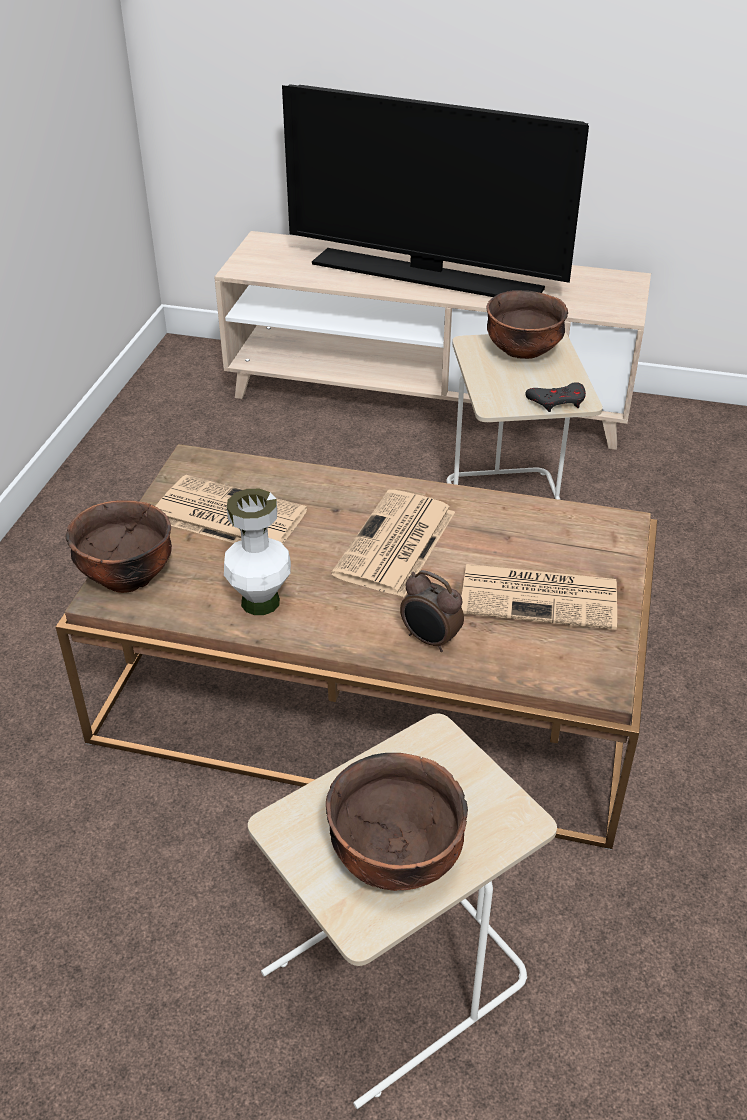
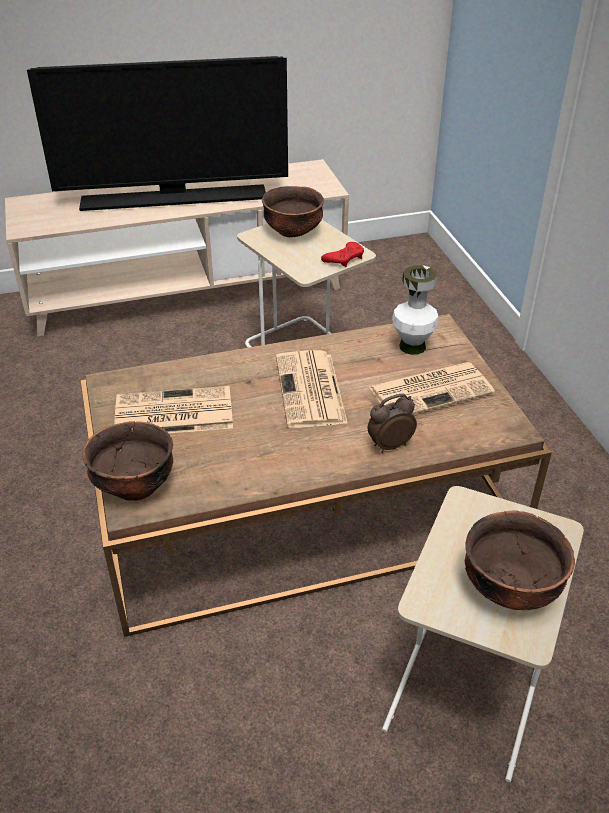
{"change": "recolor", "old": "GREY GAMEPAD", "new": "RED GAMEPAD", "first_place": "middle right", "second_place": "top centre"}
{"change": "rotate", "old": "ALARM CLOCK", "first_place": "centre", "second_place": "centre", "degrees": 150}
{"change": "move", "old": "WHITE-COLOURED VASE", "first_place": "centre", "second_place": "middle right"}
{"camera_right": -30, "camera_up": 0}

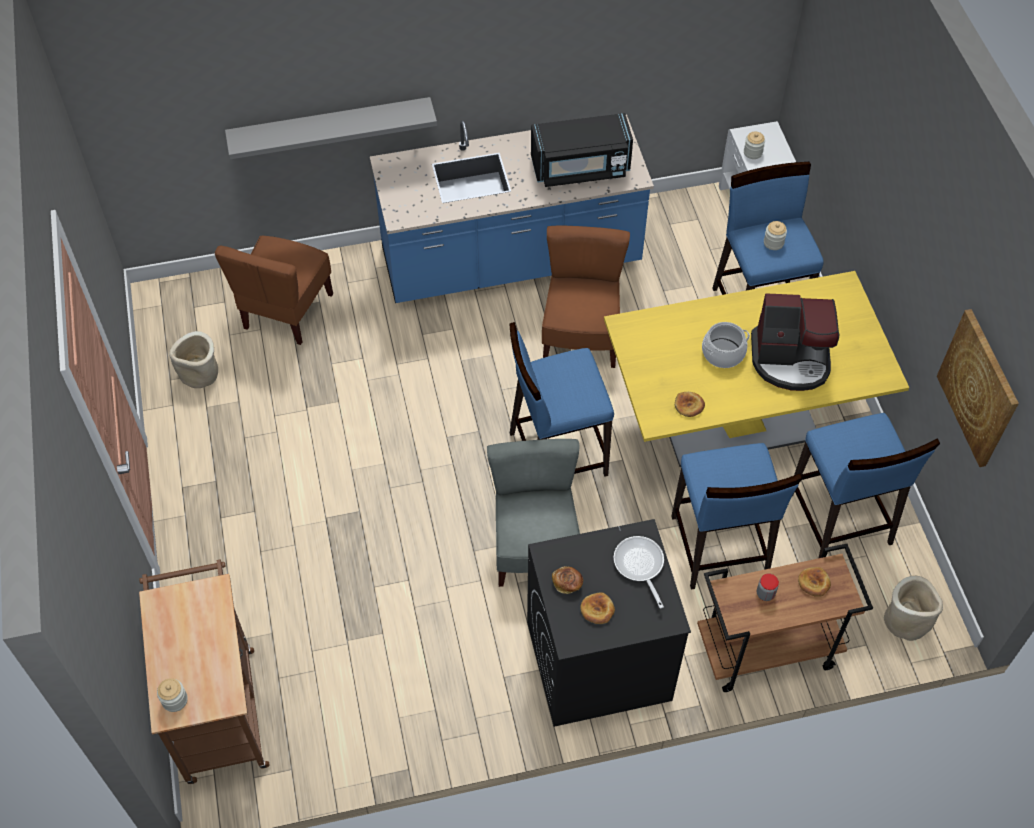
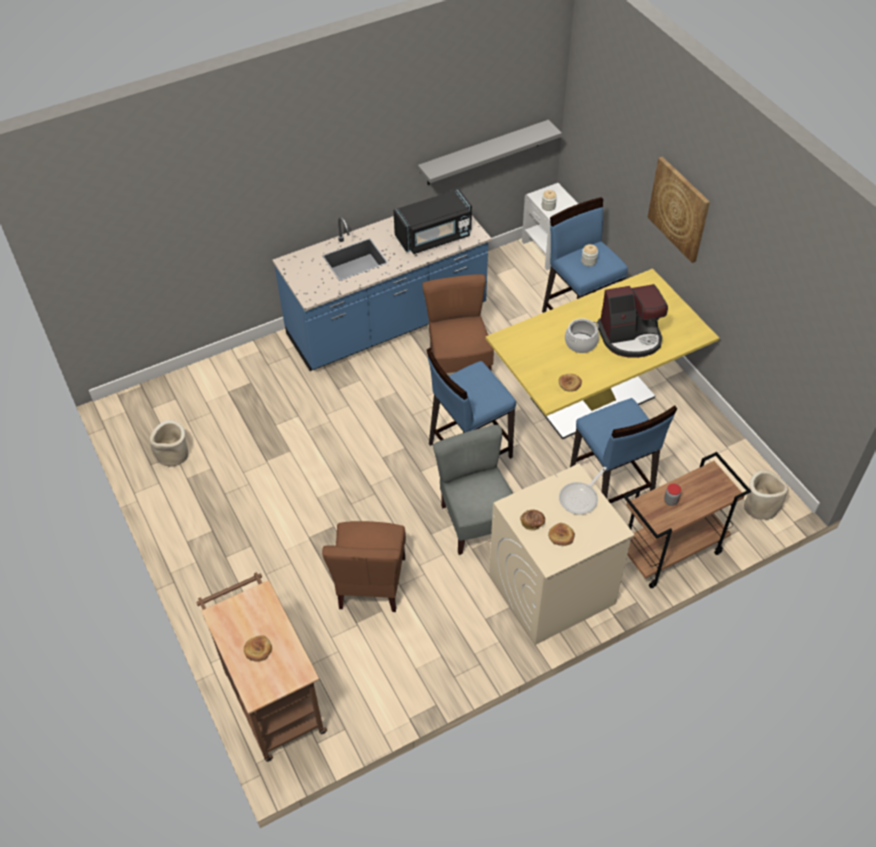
{"change": "move", "old": "BAKERY BREAD (4th from left in the first image)", "new": "BAKERY BREAD (1st from left)", "first_place": "bottom right", "second_place": "bottom left"}
{"change": "move", "old": "BROWNISH PLAIN CHAIR (1st from left)", "first_place": "middle left", "second_place": "bottom centre"}
{"change": "move", "old": "GREY BRACKET SHELF", "first_place": "top left", "second_place": "top centre"}
{"change": "recolor", "old": "BLACK LAUNDRY MACHINE", "new": "SAND-COLOURED LAUNDRY MACHINE", "first_place": "bottom centre", "second_place": "centre"}
{"change": "rotate", "old": "FRYING PAN", "first_place": "bottom centre", "second_place": "centre", "degrees": -105}
{"change": "move", "old": "PICTURE", "first_place": "middle right", "second_place": "top right"}
{"change": "delete", "old": "JAR (1st from left)", "first_place": "bottom left"}
{"change": "delete", "old": "BLUE-COLOURED SITTING STOOL (4th from left)", "first_place": "middle right"}
{"camera_right": -15, "camera_up": -5}

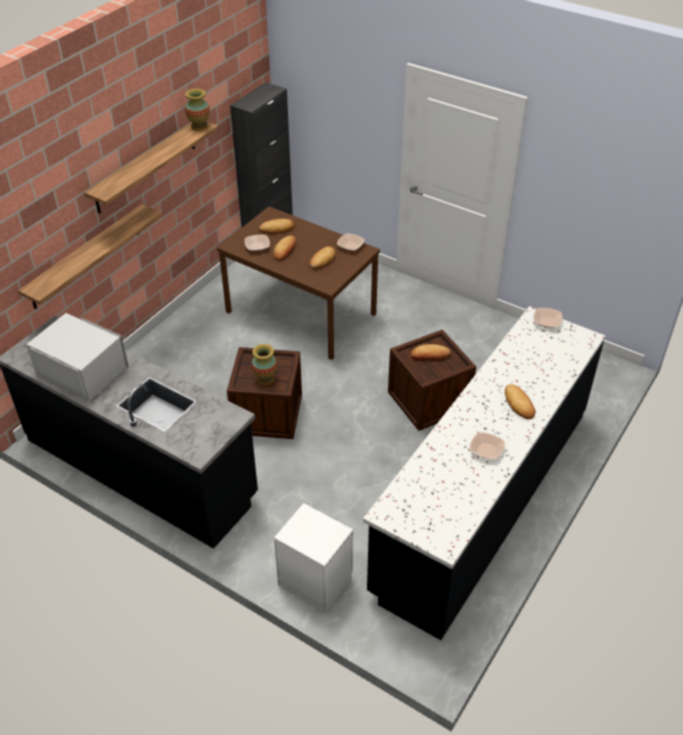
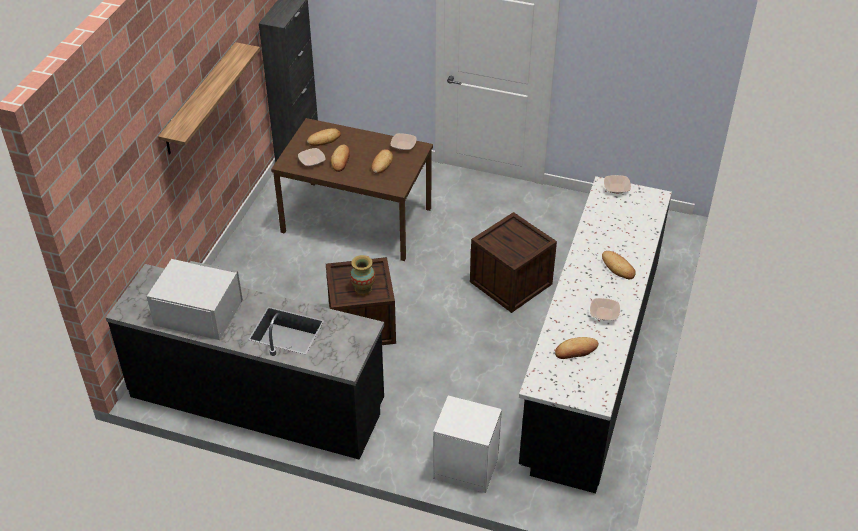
{"change": "move", "old": "BAKERY BREAD (4th from left)", "first_place": "centre", "second_place": "middle right"}
{"change": "delete", "old": "BRACKET SHELF (1st from left)", "first_place": "middle left"}
{"change": "delete", "old": "VASE (1st from left)", "first_place": "top left"}
{"camera_right": -15, "camera_up": 0}

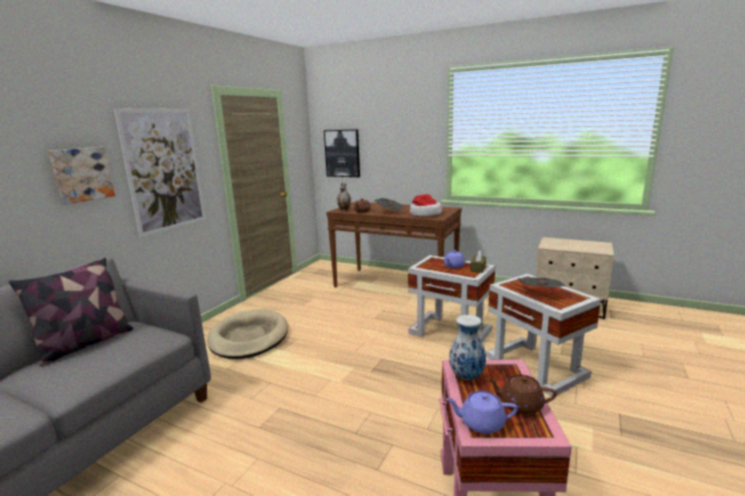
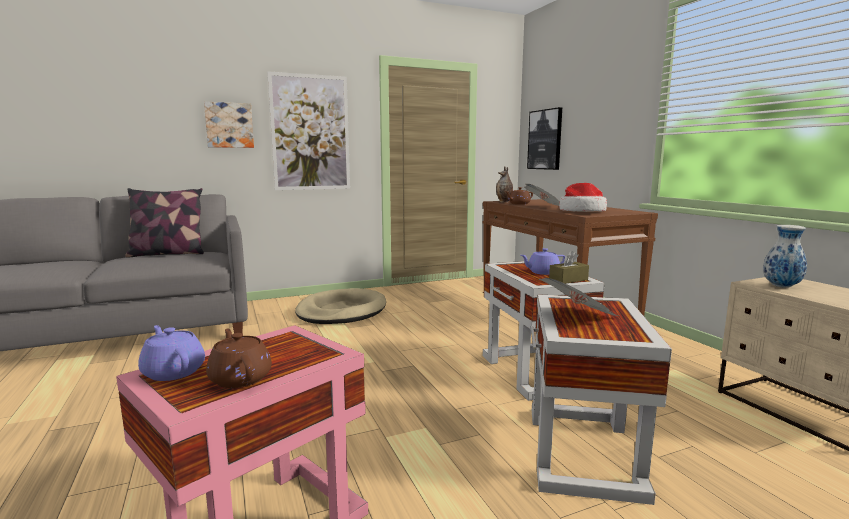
{"change": "move", "old": "VASE (2nd from left)", "first_place": "bottom centre", "second_place": "middle right"}
{"camera_right": 40, "camera_up": -5}

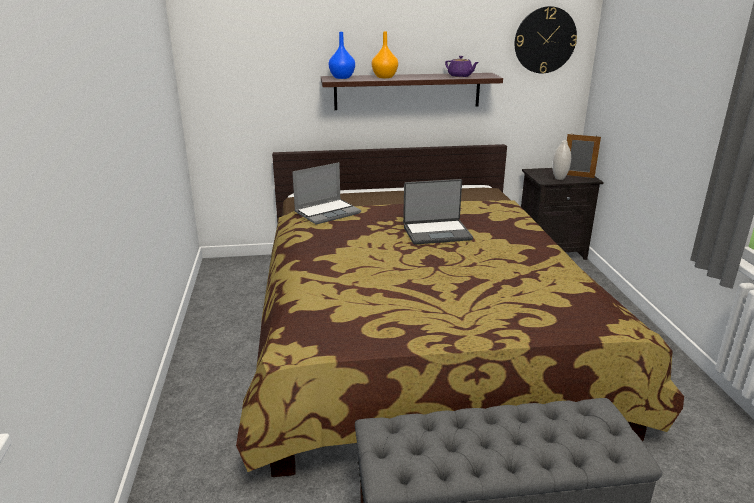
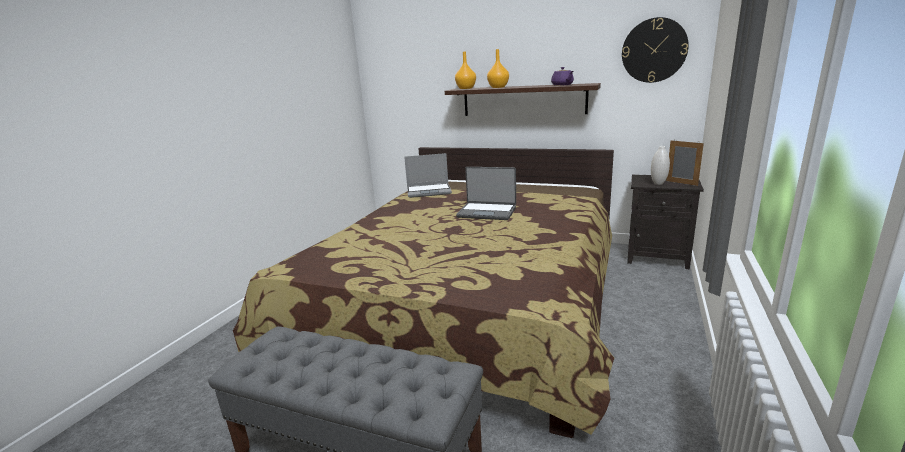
{"change": "recolor", "old": "BLUE-COLOURED VASE", "new": "ORANGE VASE (1st from left)", "first_place": "top centre", "second_place": "top centre"}
{"camera_right": 30, "camera_up": -5}

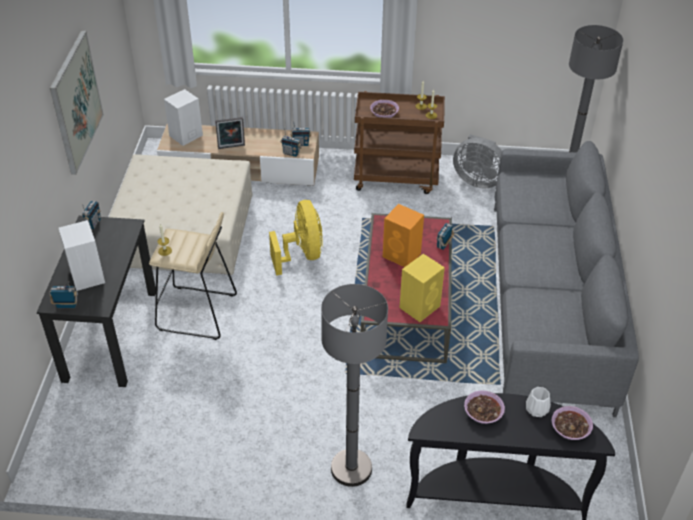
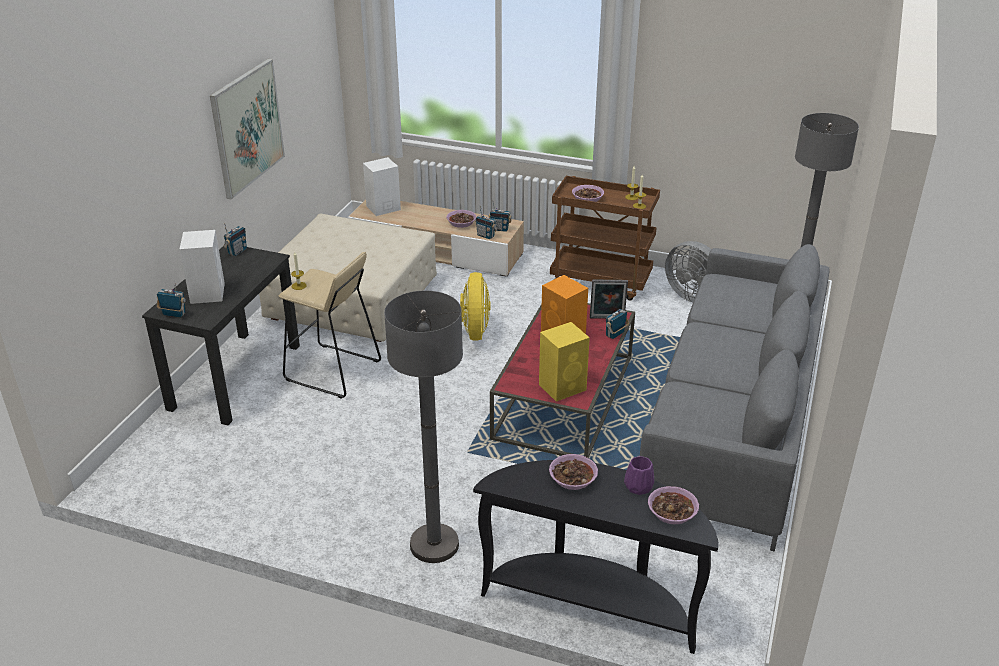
{"change": "insert", "new": "DEEP DISH (1st from left)", "second_place": "top centre"}
{"change": "move", "old": "STANDING FRAME", "first_place": "top left", "second_place": "centre"}
{"change": "recolor", "old": "WHITE-COLOURED VASE", "new": "PURPLE-COLOURED VASE", "first_place": "bottom right", "second_place": "bottom centre"}
{"camera_right": 15, "camera_up": -10}

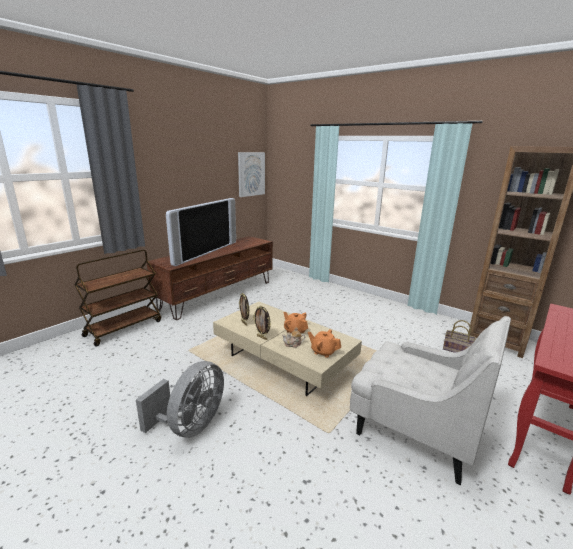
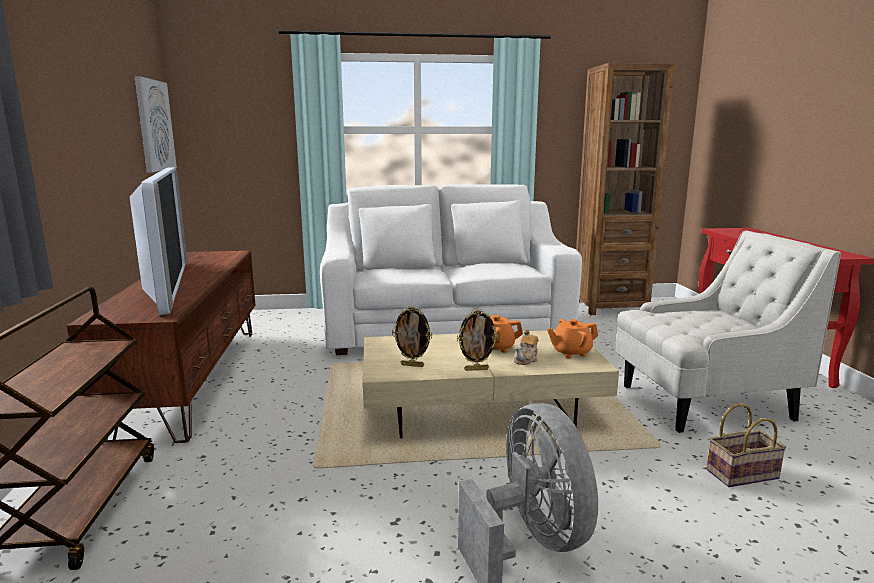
{"change": "insert", "new": "WHITE-COLOURED COUCH", "second_place": "centre"}
{"change": "move", "old": "STORAGE BASKET", "first_place": "middle right", "second_place": "bottom right"}
{"camera_right": -45, "camera_up": -5}

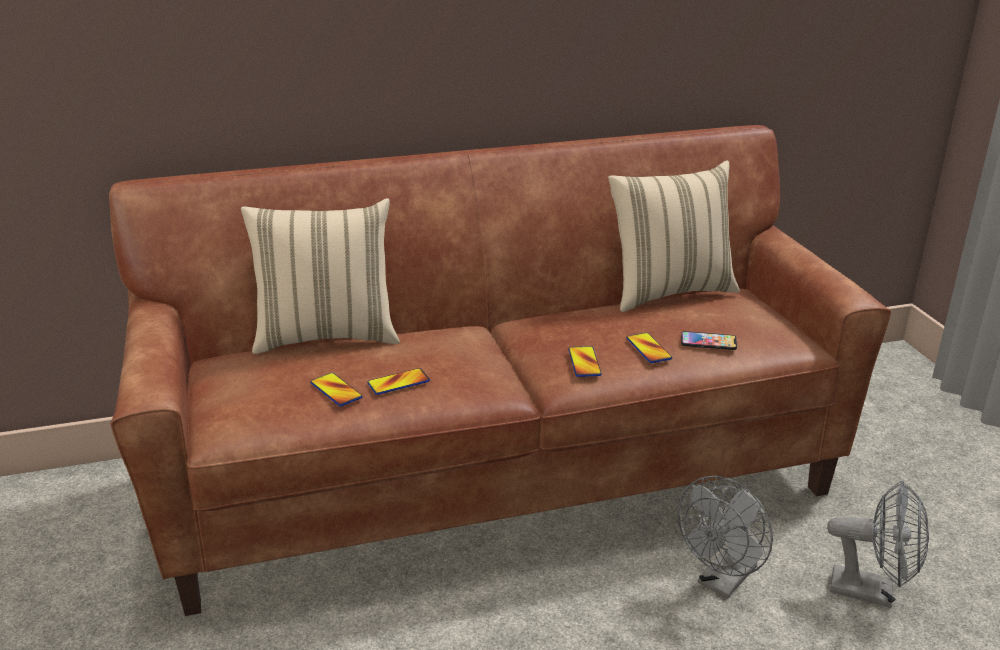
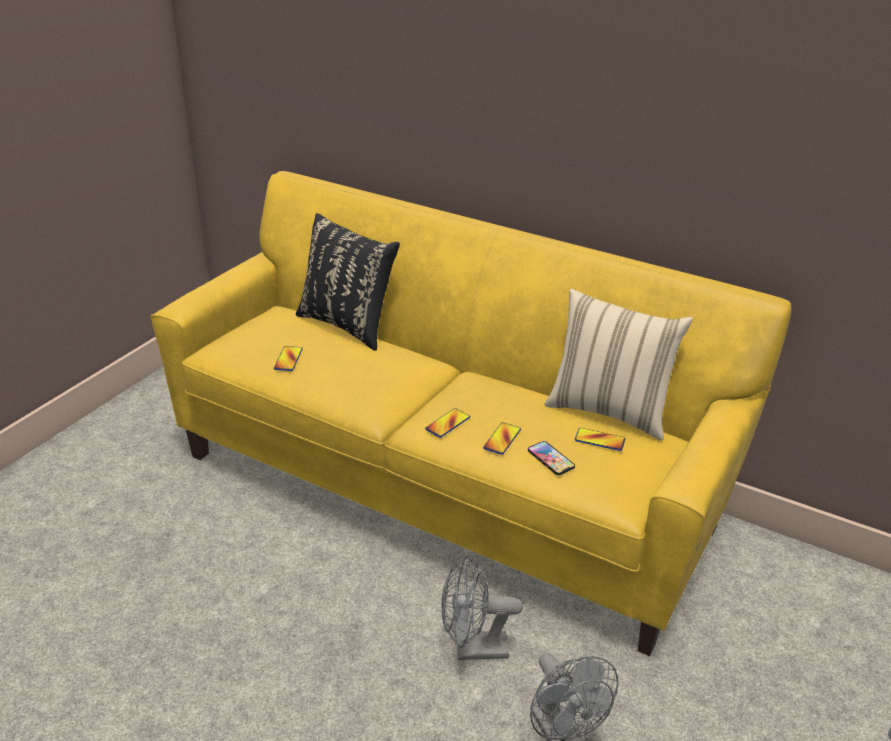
{"change": "recolor", "old": "BROWNISH COUCH", "new": "YELLOWISH COUCH", "first_place": "centre", "second_place": "centre"}
{"change": "recolor", "old": "SAND-COLOURED CUSHION (1st from left)", "new": "BLACK CUSHION", "first_place": "middle left", "second_place": "centre"}
{"change": "move", "old": "HANDSET (2nd from left in the first image)", "new": "HANDSET (5th from left)", "first_place": "centre", "second_place": "middle right"}
{"camera_right": 45, "camera_up": 5}

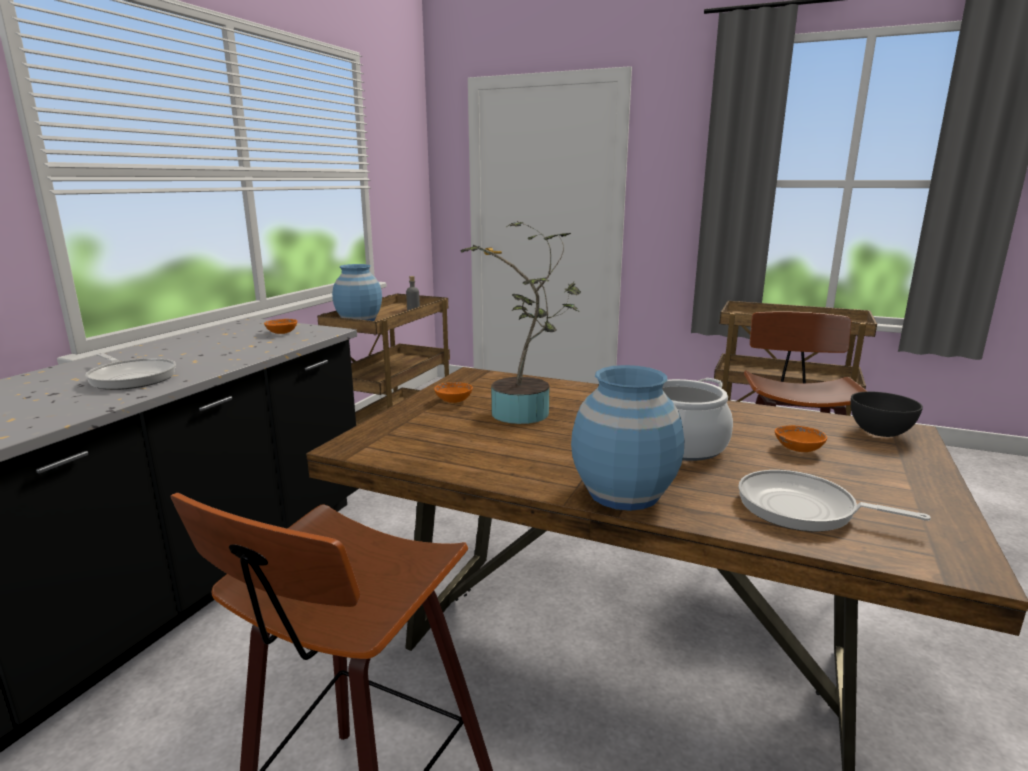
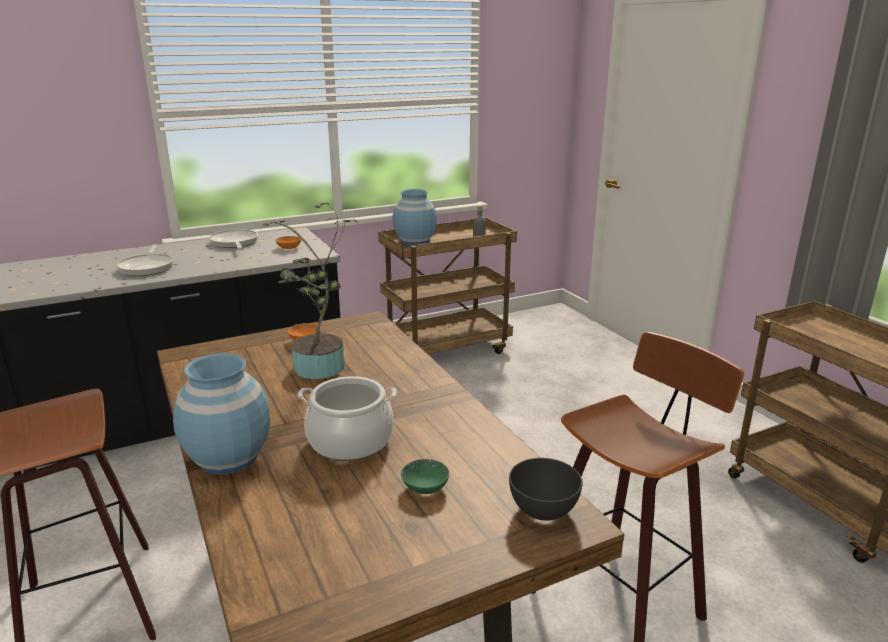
{"change": "move", "old": "FRYING PAN (2nd from left)", "first_place": "middle right", "second_place": "middle left"}
{"change": "recolor", "old": "ORANGE DEEP DISH (3rd from left)", "new": "GREENISH DEEP DISH", "first_place": "middle right", "second_place": "bottom centre"}
{"camera_right": 40, "camera_up": 5}

